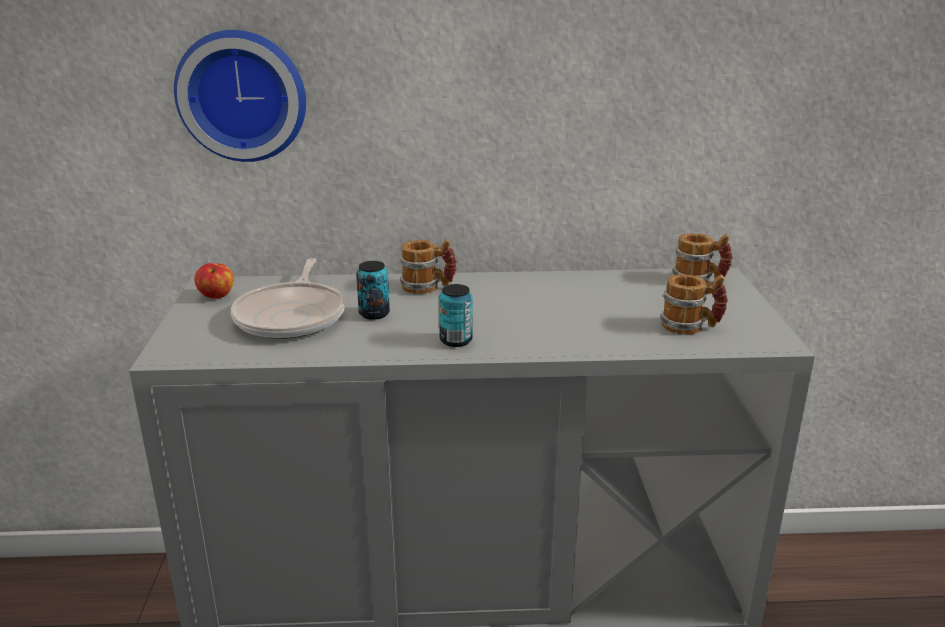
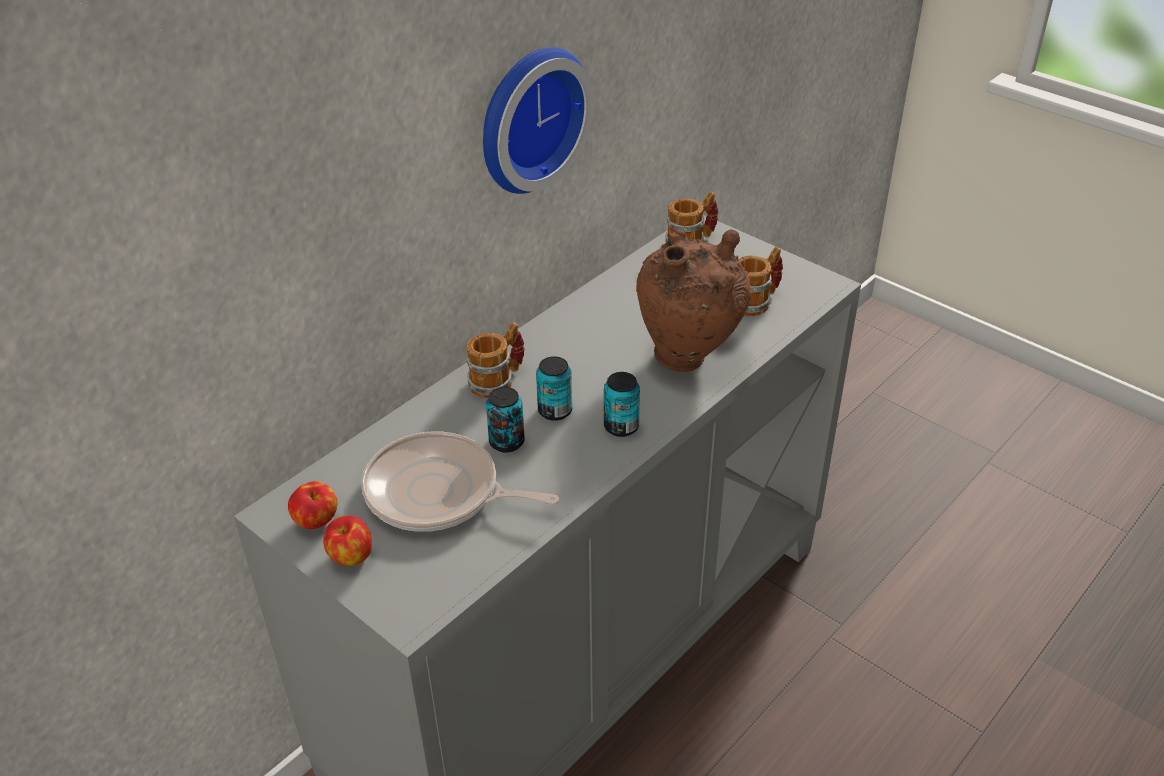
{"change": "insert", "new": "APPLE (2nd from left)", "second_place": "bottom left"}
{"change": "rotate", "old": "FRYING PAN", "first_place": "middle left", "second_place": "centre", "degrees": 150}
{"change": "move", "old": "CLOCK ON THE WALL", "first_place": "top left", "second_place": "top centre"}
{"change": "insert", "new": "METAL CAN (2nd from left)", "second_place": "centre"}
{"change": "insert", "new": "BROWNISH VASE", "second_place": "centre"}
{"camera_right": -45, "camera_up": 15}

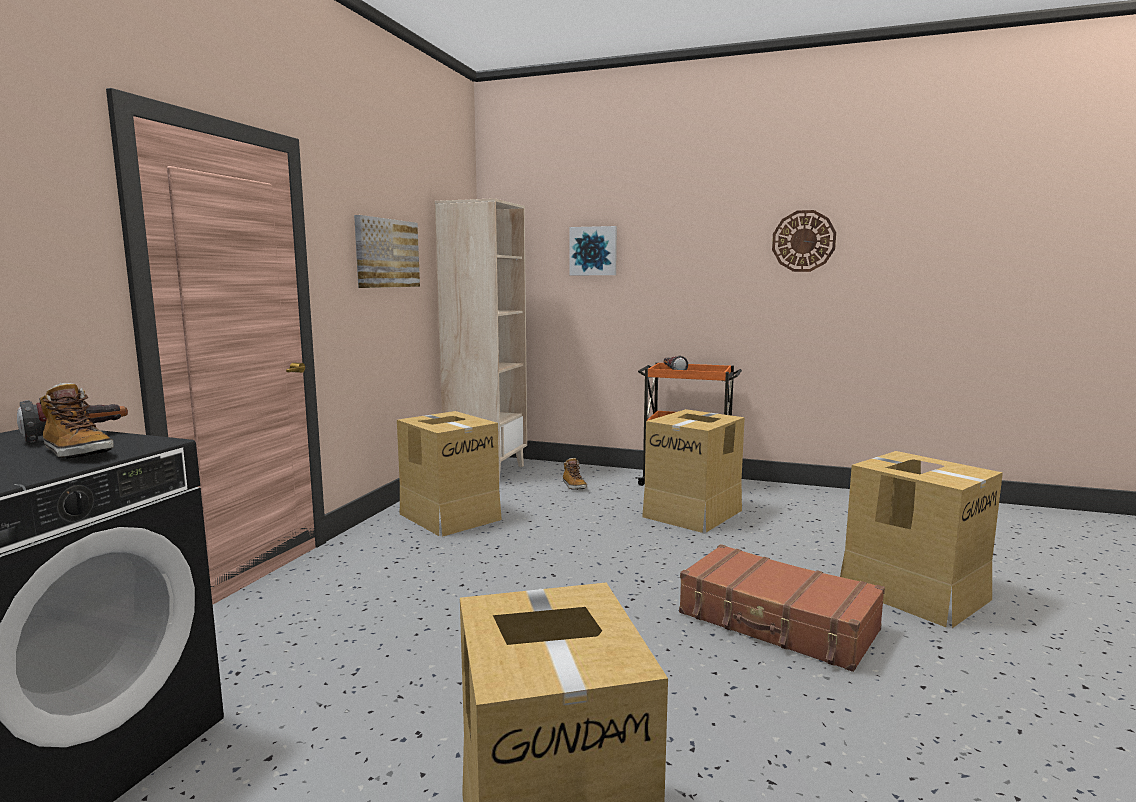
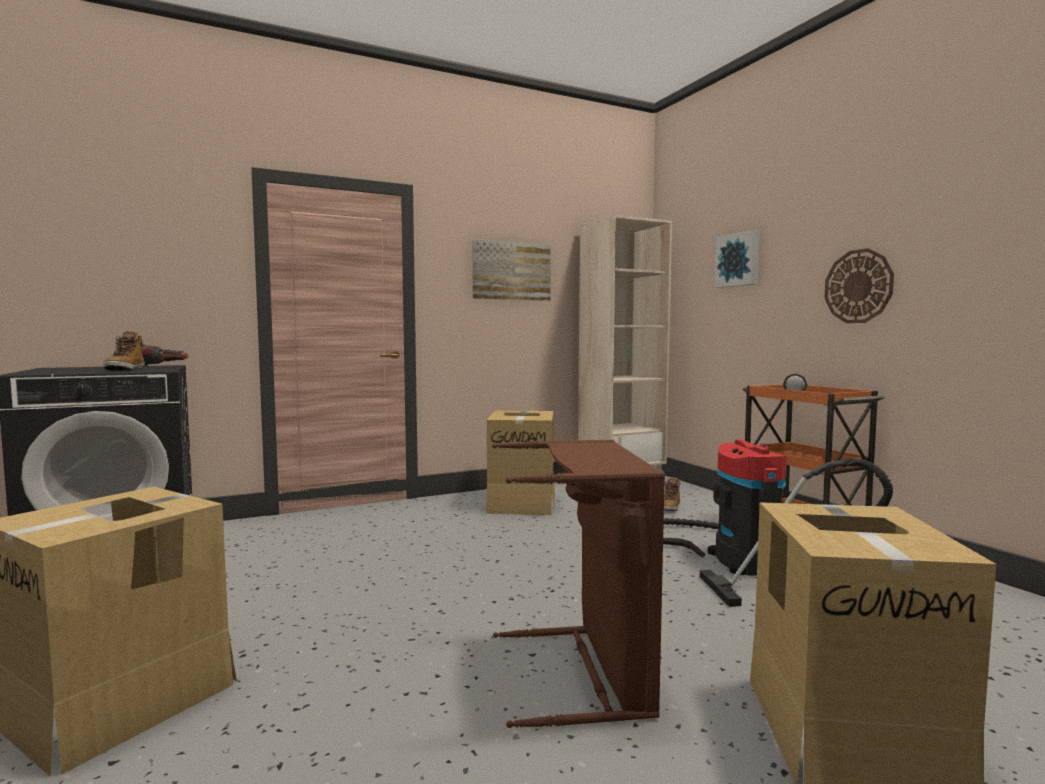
{"change": "replace", "old": "BROWNISH SUITCASE", "new": "BROWNISH WASHING BASKET", "first_place": "bottom right", "second_place": "bottom centre"}
{"change": "replace", "old": "CARTON (3rd from left)", "new": "HOOVER", "first_place": "centre", "second_place": "bottom right"}
{"change": "move", "old": "CLOCK ON THE WALL", "first_place": "top right", "second_place": "middle right"}
{"camera_right": 45, "camera_up": -5}

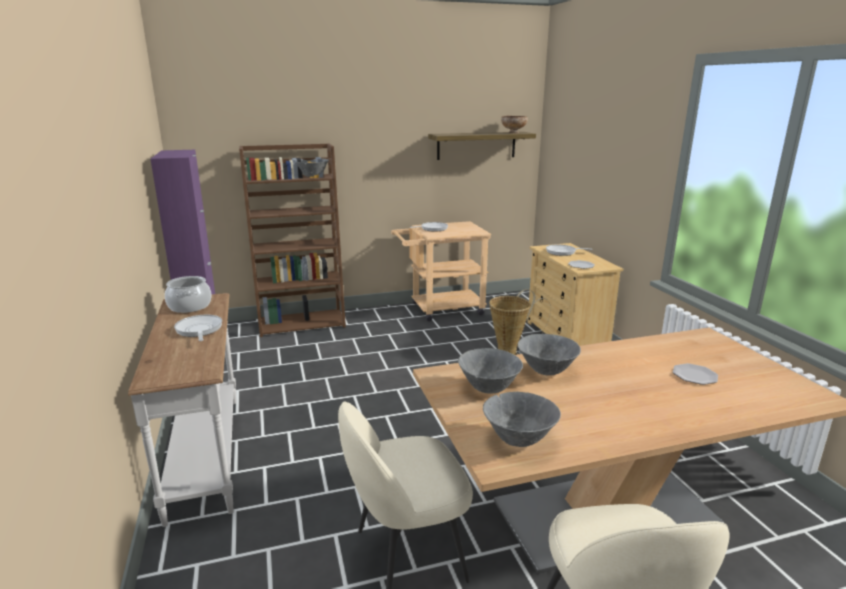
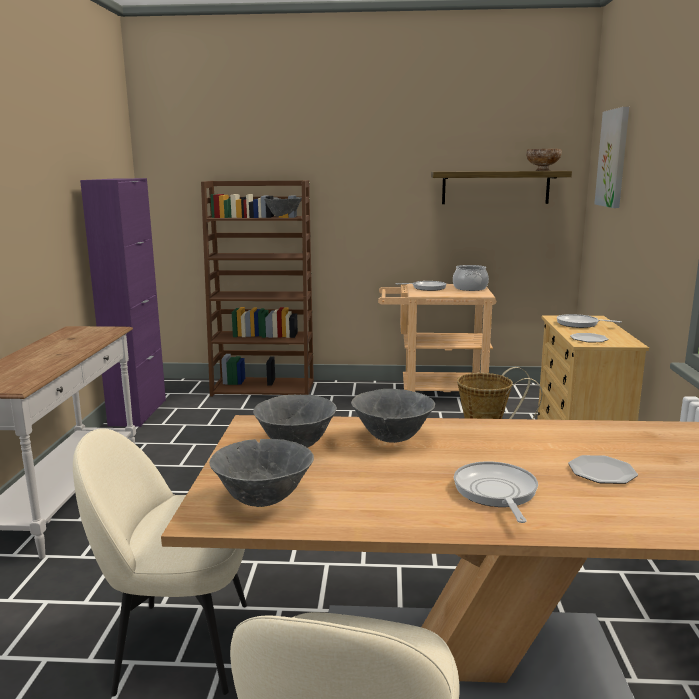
{"change": "move", "old": "COOKING POT", "first_place": "middle left", "second_place": "middle right"}
{"change": "move", "old": "FRYING PAN (1st from left in the first image)", "new": "FRYING PAN (2nd from left)", "first_place": "middle left", "second_place": "bottom right"}
{"change": "insert", "new": "PICTURE", "second_place": "top right"}
{"camera_right": 20, "camera_up": -5}

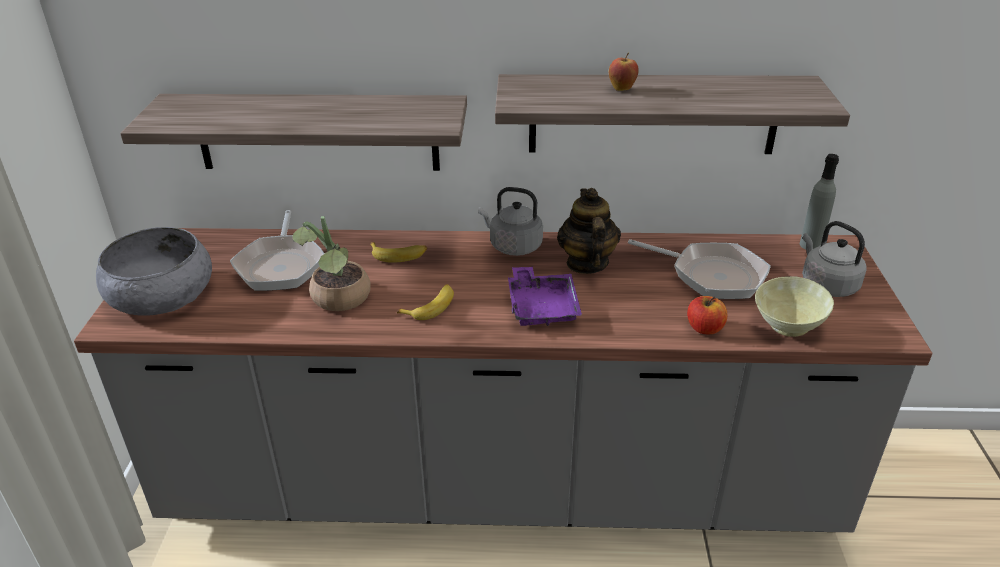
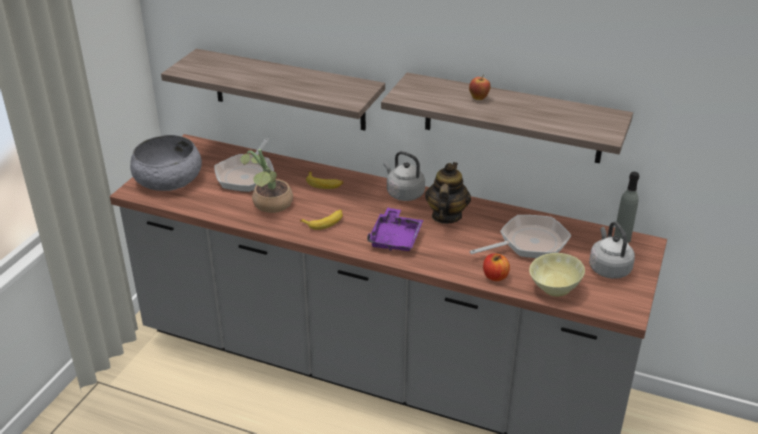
{"change": "rotate", "old": "FRYING PAN (2nd from left)", "first_place": "middle right", "second_place": "middle right", "degrees": -75}
{"camera_right": 20, "camera_up": 0}

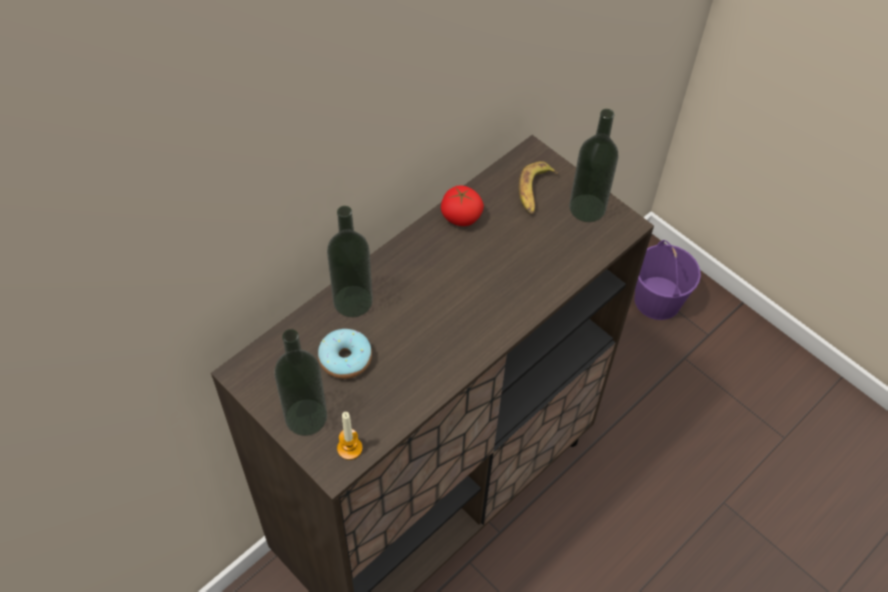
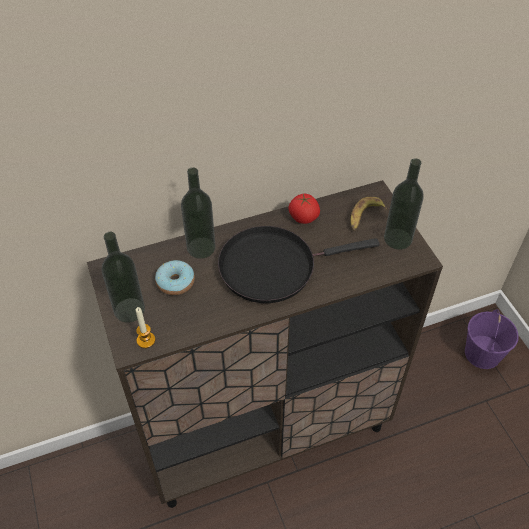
{"change": "insert", "new": "BLACK FRYING PAN", "second_place": "centre"}
{"camera_right": 25, "camera_up": -5}

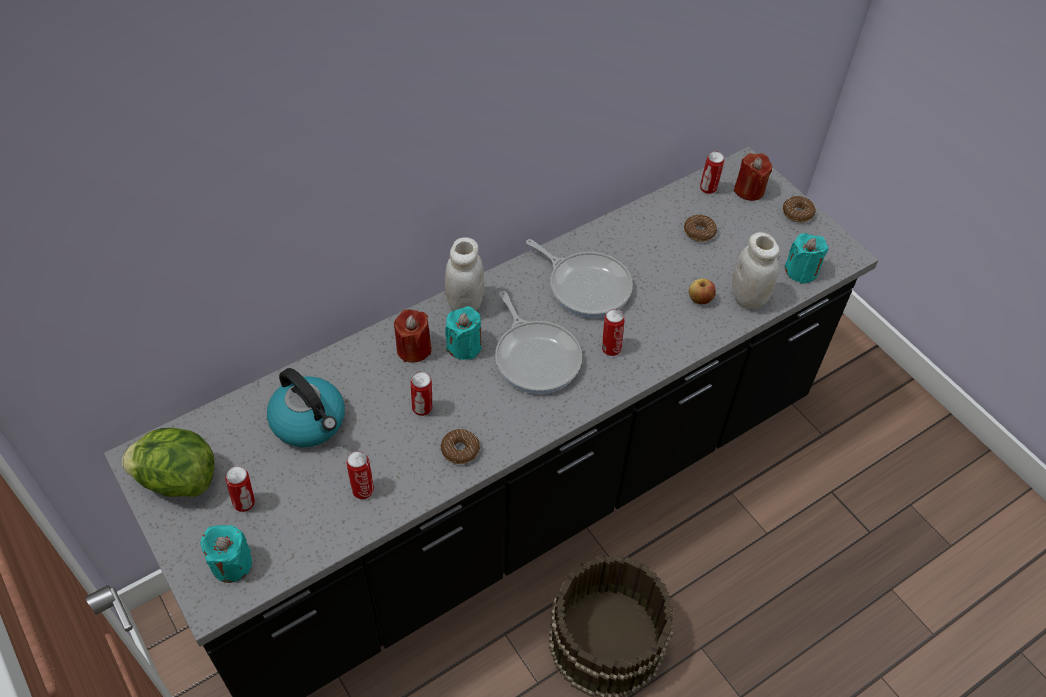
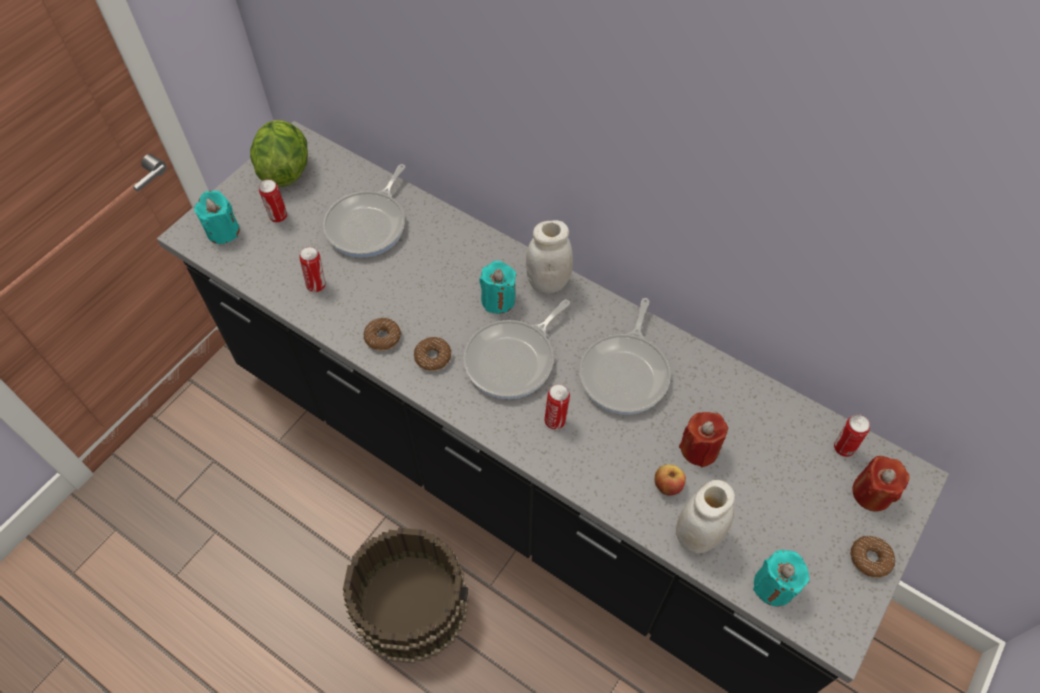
{"change": "replace", "old": "KETTLE", "new": "FRYING PAN (1st from left)", "first_place": "middle left", "second_place": "top centre"}
{"change": "move", "old": "RING DOUGHNUT (2nd from left)", "first_place": "top right", "second_place": "centre"}
{"change": "move", "old": "RED CANDLE (1st from left)", "first_place": "centre", "second_place": "middle right"}
{"change": "delete", "old": "METAL CAN (3rd from left)", "first_place": "centre"}
{"camera_right": 70, "camera_up": 5}

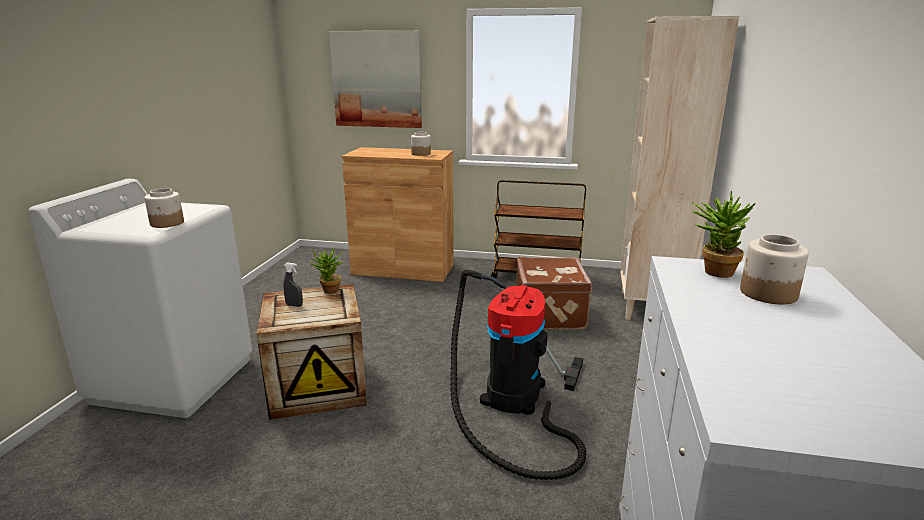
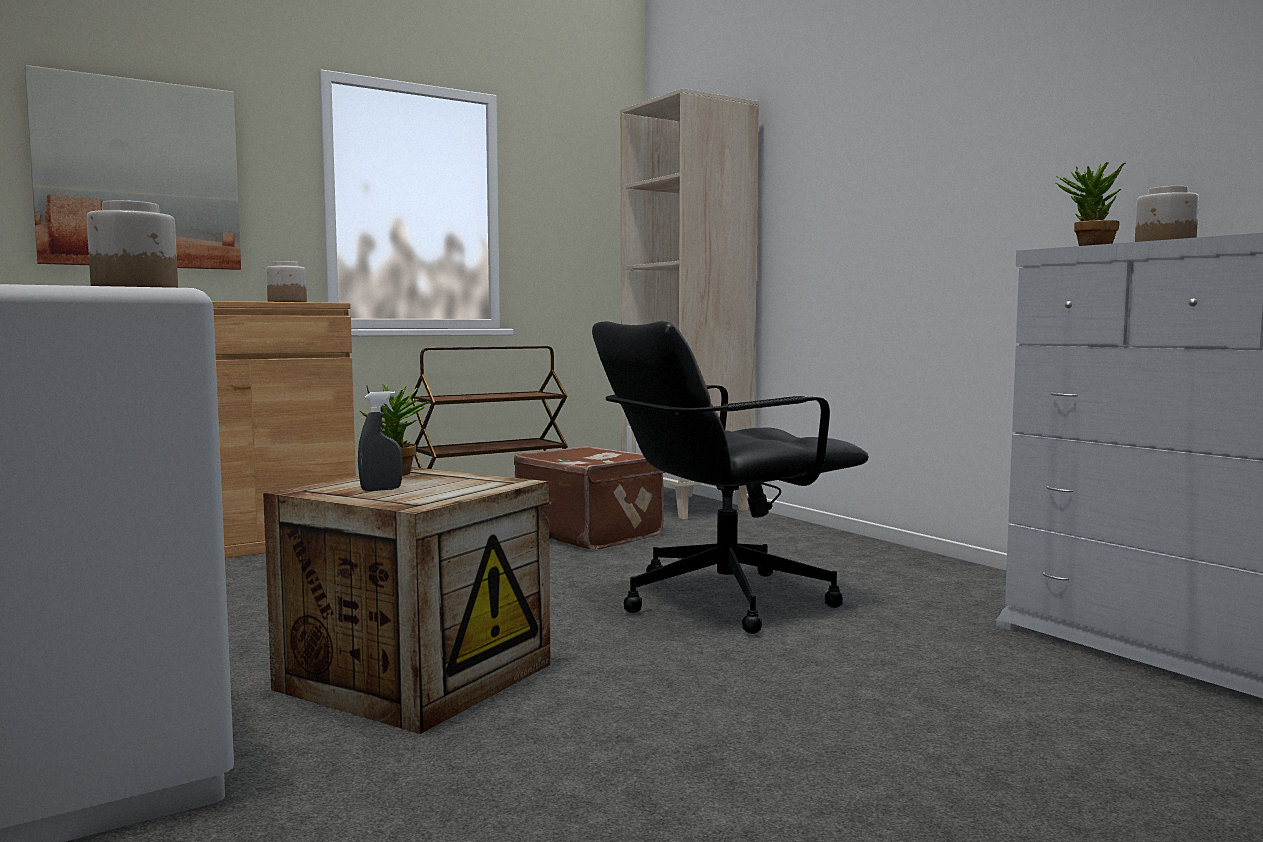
{"change": "replace", "old": "HOOVER", "new": "BLACK DESK CHAIR", "first_place": "bottom centre", "second_place": "centre"}
{"camera_right": -45, "camera_up": -15}

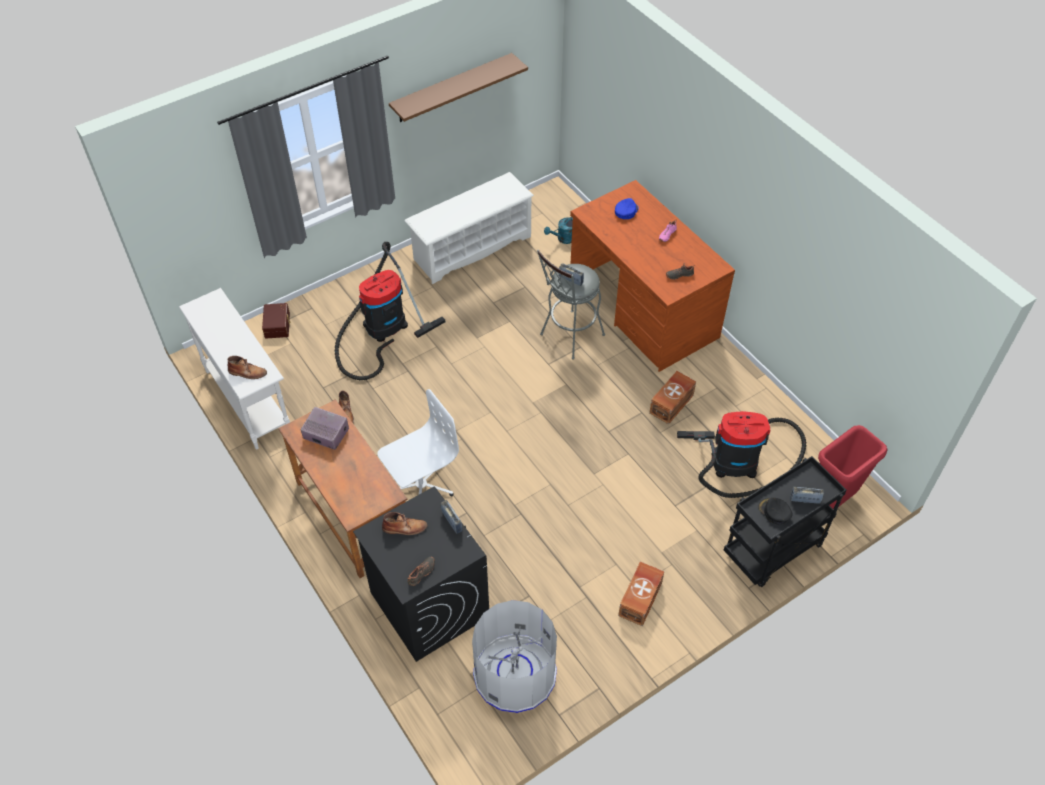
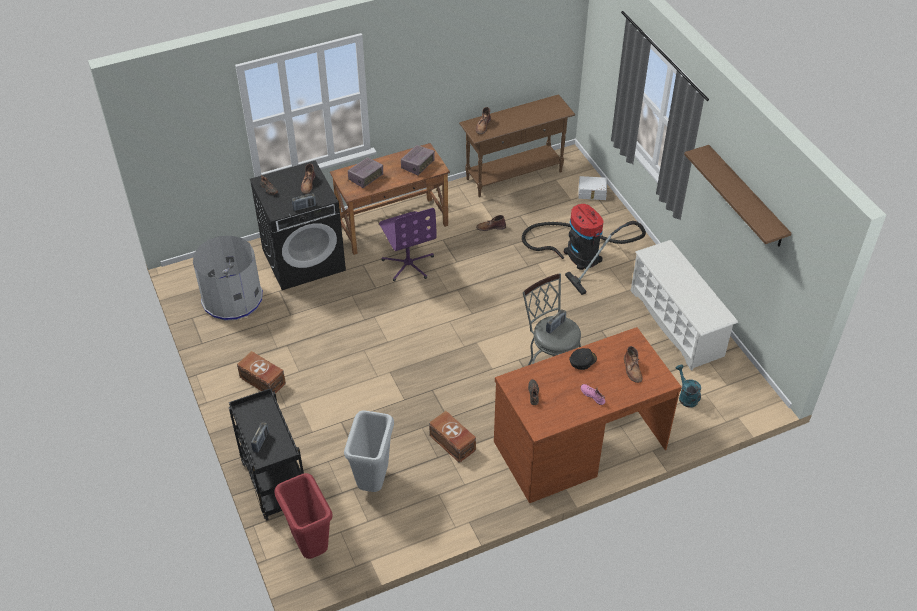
{"change": "replace", "old": "HOOVER (2nd from left)", "new": "GREY RUBBISH BIN (2nd from left)", "first_place": "middle right", "second_place": "bottom centre"}
{"change": "insert", "new": "RADIO RECEIVER (3rd from left)", "second_place": "top centre"}
{"change": "recolor", "old": "WHITE-COLOURED DESK CHAIR", "new": "PURPLE-COLOURED DESK CHAIR", "first_place": "centre", "second_place": "centre"}
{"change": "recolor", "old": "WHITE-COLOURED CONSOLE TABLE", "new": "BROWNISH CONSOLE TABLE", "first_place": "middle left", "second_place": "top centre"}
{"change": "move", "old": "BLACK PEAKED CAP", "first_place": "middle right", "second_place": "centre"}
{"change": "recolor", "old": "BROWNISH STORAGE BOX (1st from left)", "new": "WHITE-COLOURED STORAGE BOX", "first_place": "middle left", "second_place": "top centre"}
{"change": "replace", "old": "BLUE-COLOURED PEAKED CAP", "new": "BROWNISH BOOT (4th from left)", "first_place": "top centre", "second_place": "middle right"}
{"camera_right": 100, "camera_up": -5}

